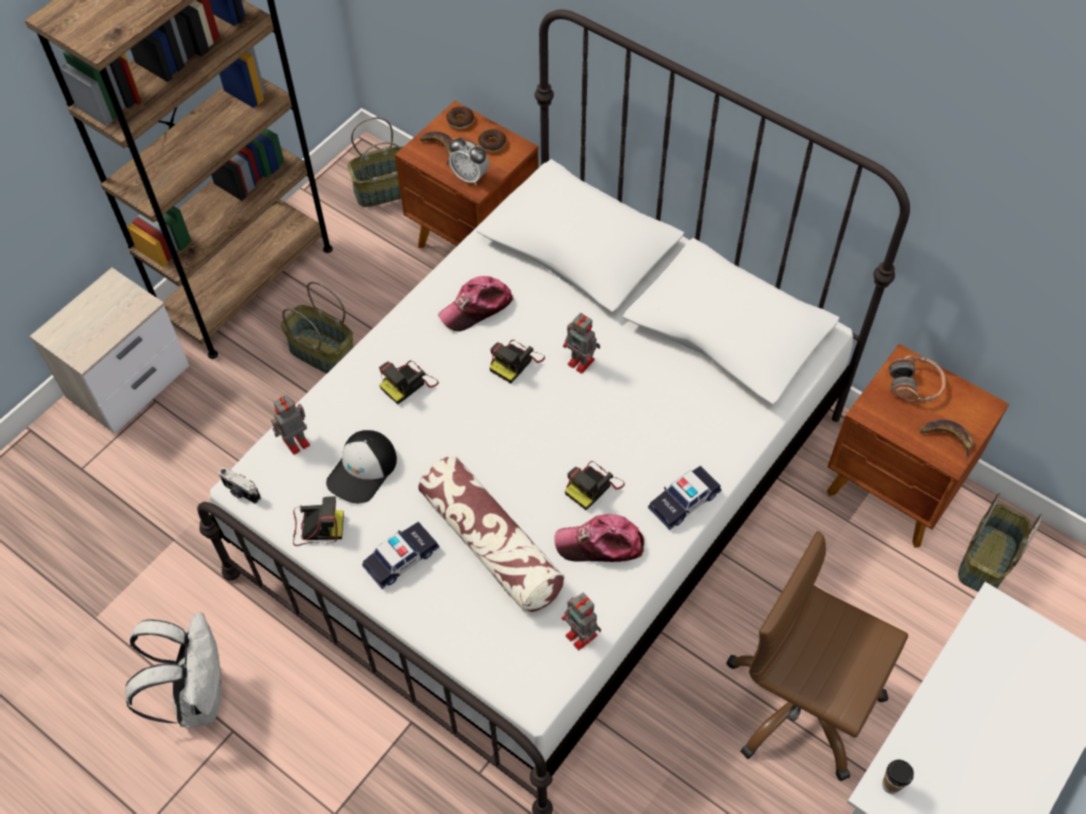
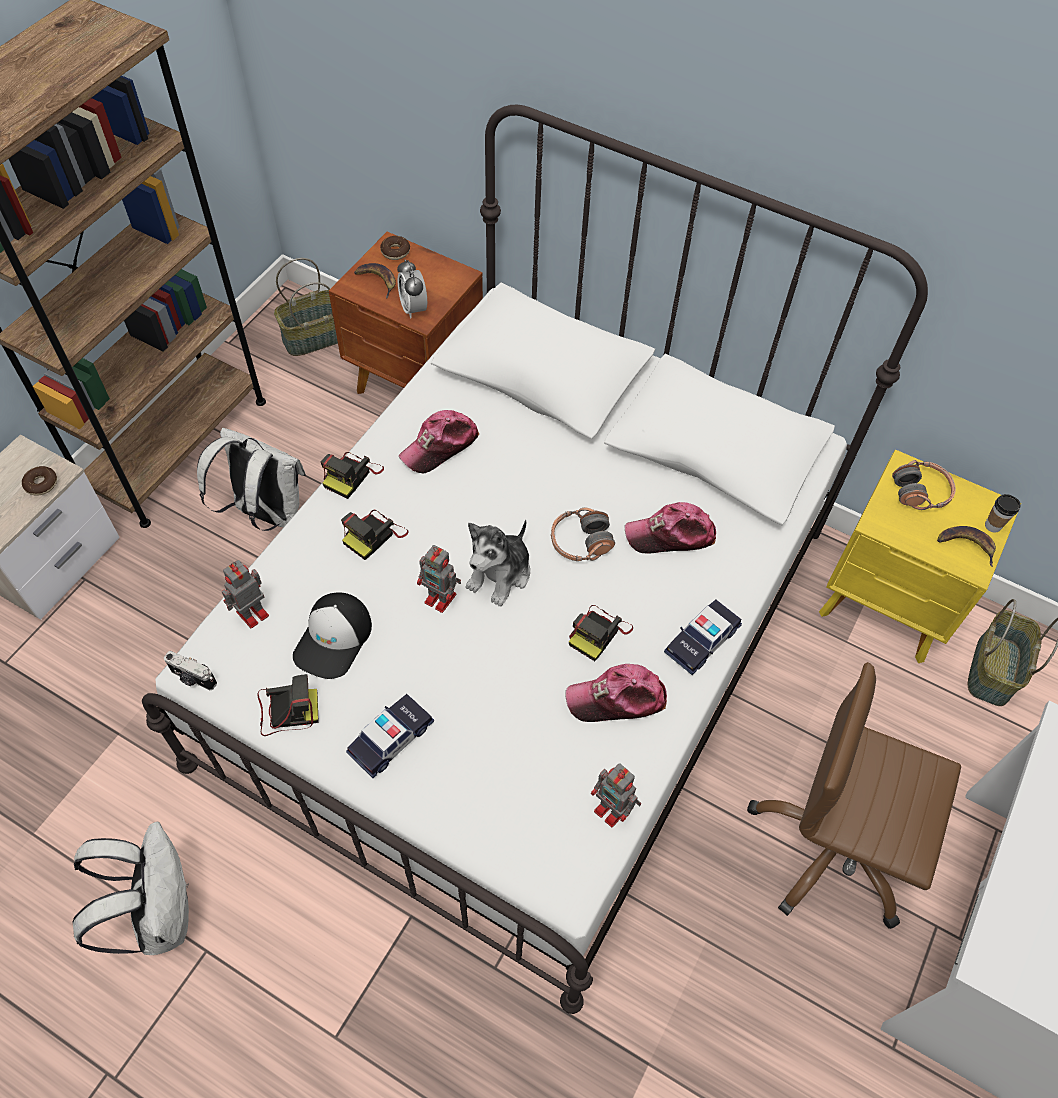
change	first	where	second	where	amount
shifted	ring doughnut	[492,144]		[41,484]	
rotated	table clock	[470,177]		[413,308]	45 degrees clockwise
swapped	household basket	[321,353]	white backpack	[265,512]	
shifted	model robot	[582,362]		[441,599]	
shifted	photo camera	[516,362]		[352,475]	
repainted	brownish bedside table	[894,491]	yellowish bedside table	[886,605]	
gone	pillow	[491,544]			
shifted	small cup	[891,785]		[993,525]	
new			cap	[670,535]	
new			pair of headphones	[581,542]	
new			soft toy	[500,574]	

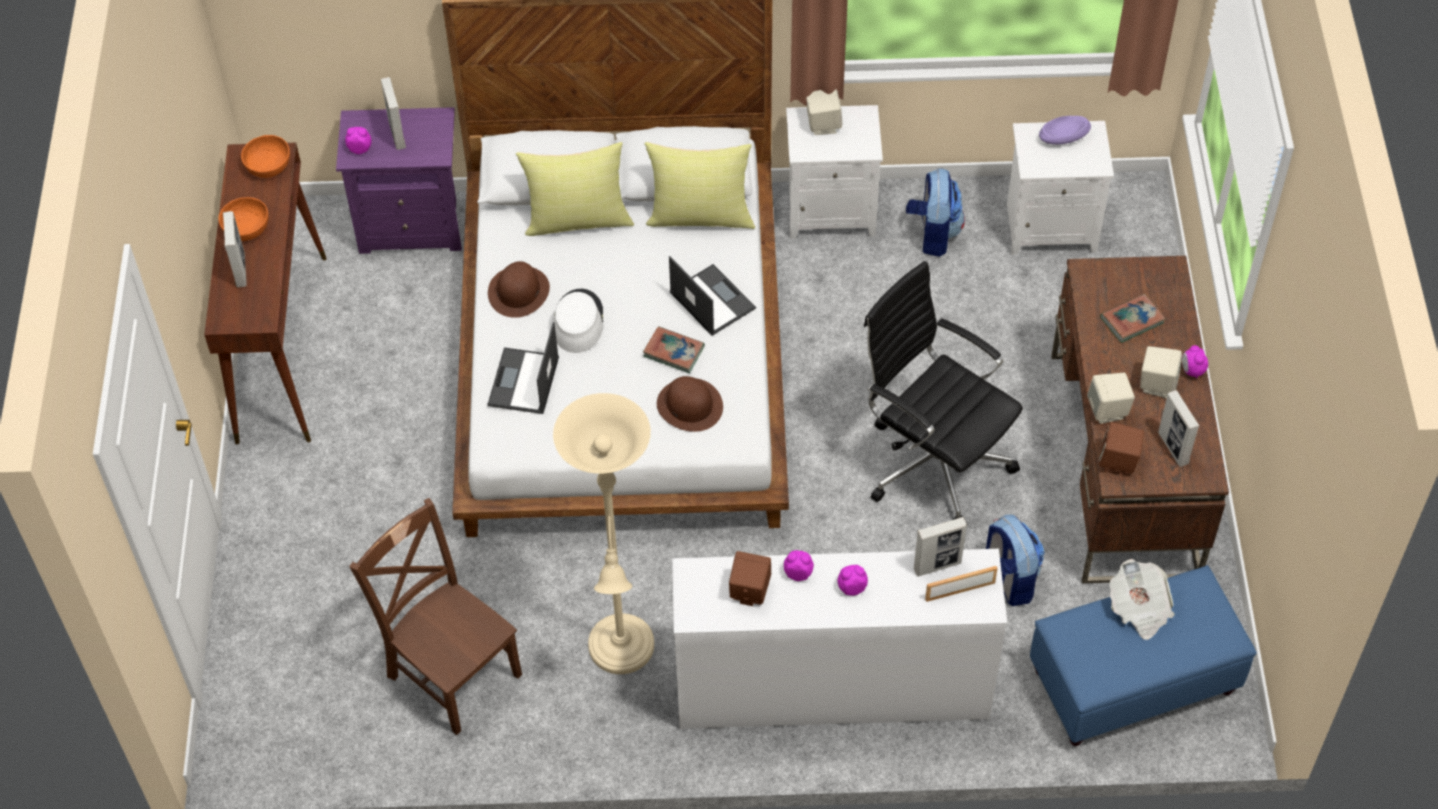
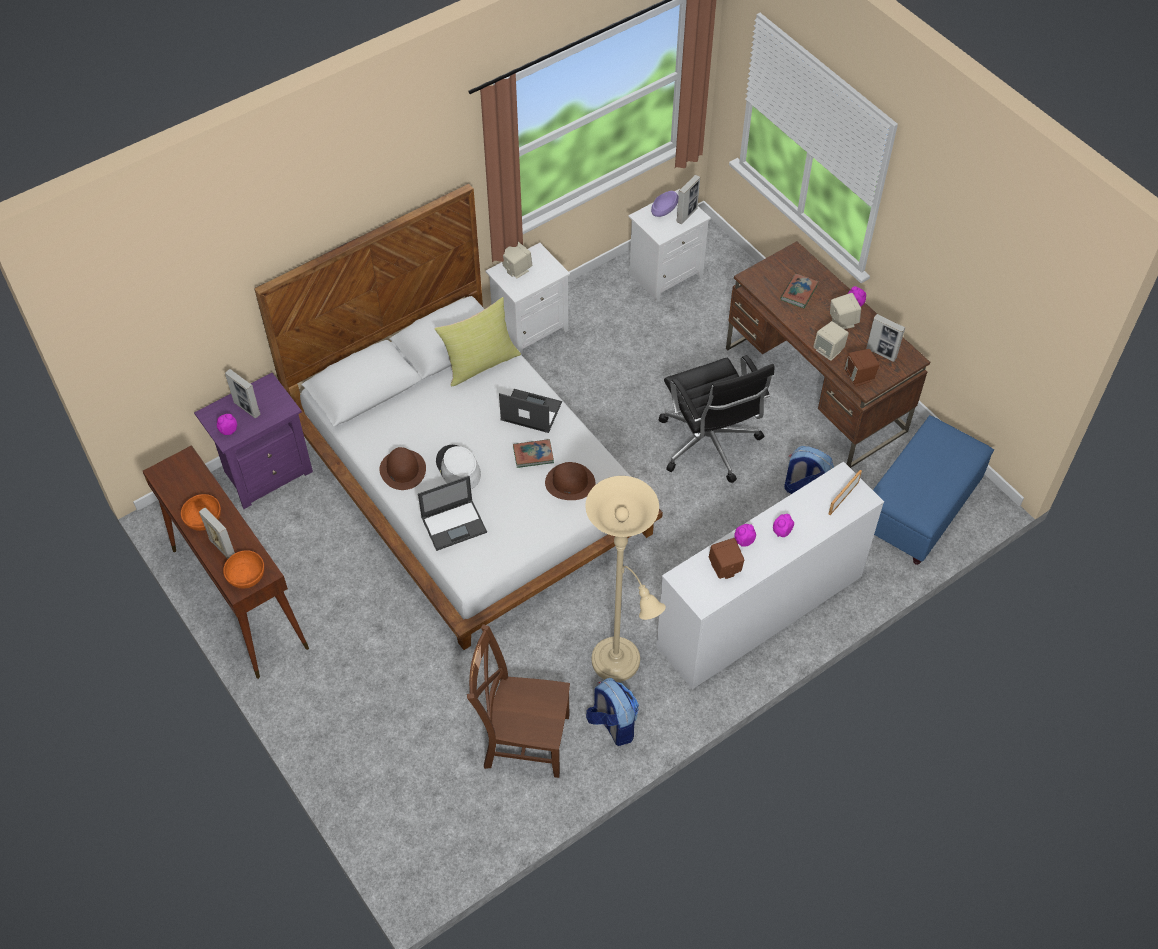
change	first	where	second	where	amount
shifted	orange-coloured deep dish	[268,166]		[246,576]	
gone	yellowish pillow	[578,219]			
shifted	backpack	[933,233]		[612,724]	
rotated	blackish computer chair	[933,461]		[709,445]	120 degrees counterclockwise
rotated	laptop	[523,382]		[454,524]	90 degrees counterclockwise
shifted	photo frame	[937,566]		[687,215]	
gone	printed paper	[1139,609]			

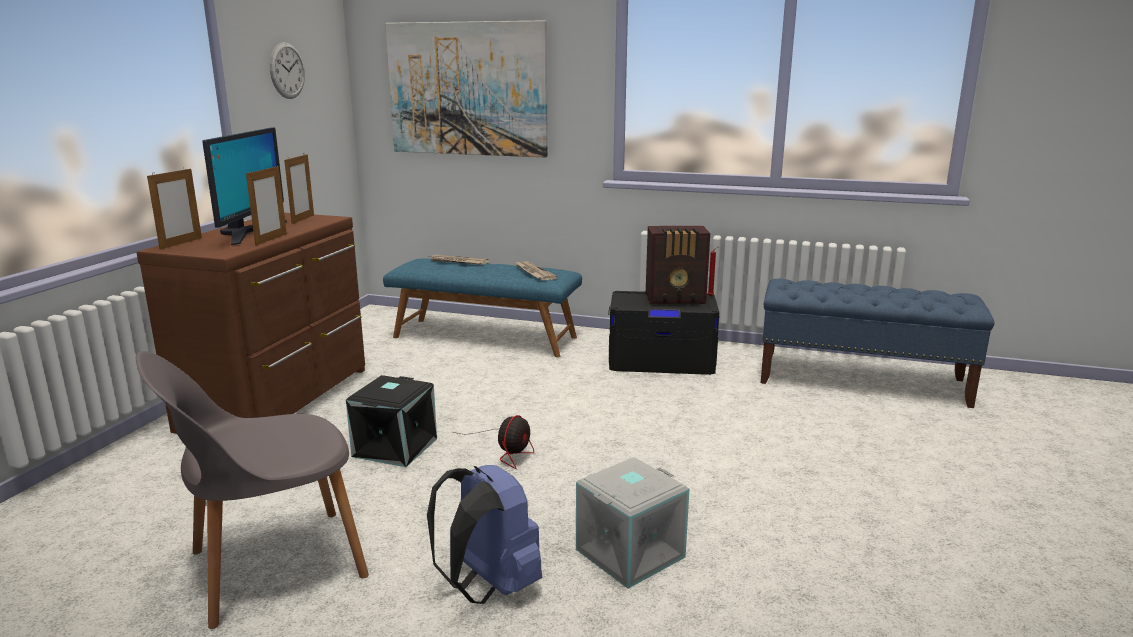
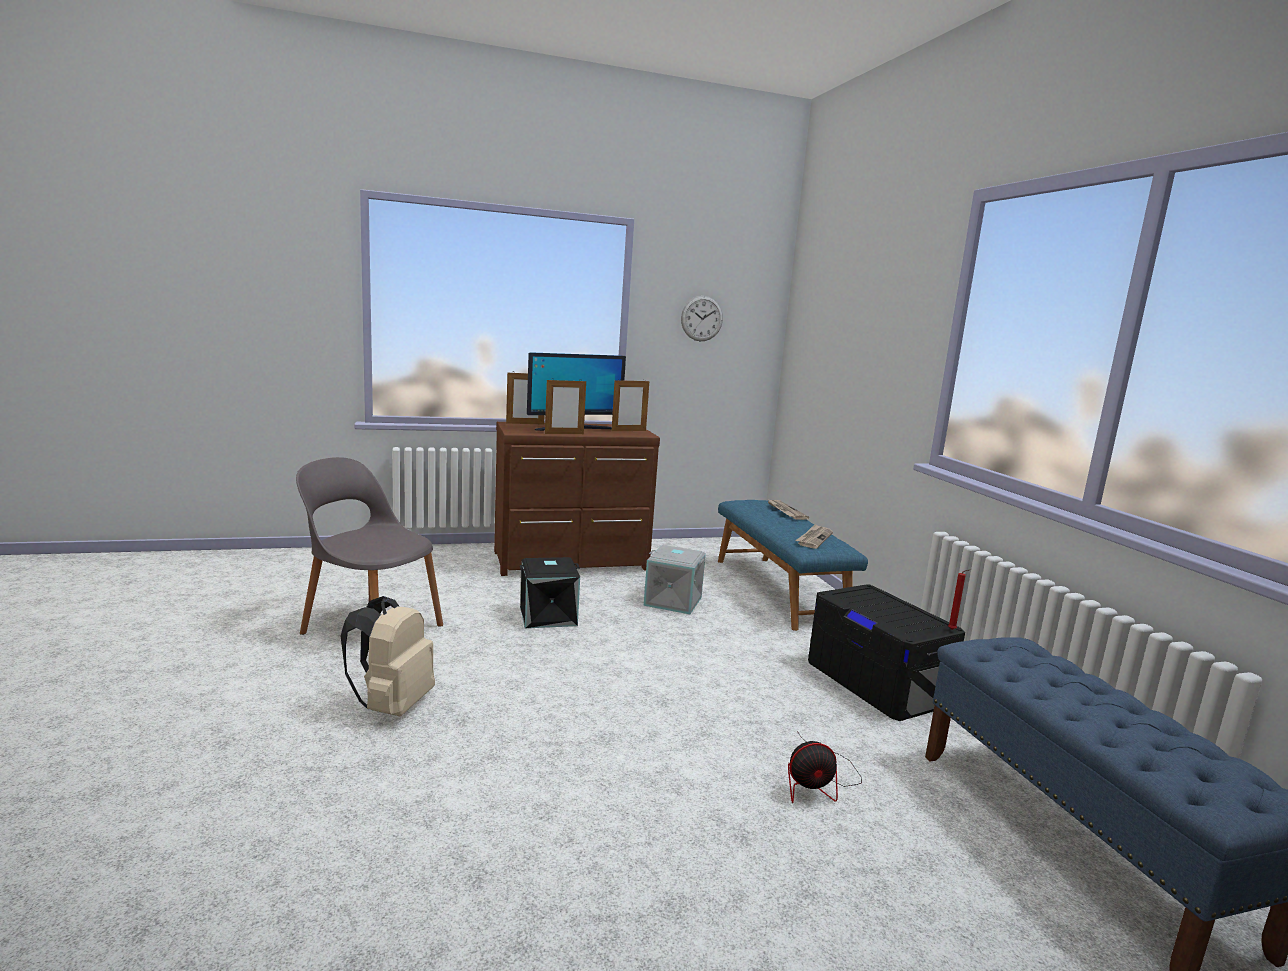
change	first	where	second	where	amount
gone	wall picture	[467,89]			
gone	radio receiver	[676,299]			
shifted	fan	[508,450]		[818,782]	
shifted	gray storage bin	[629,552]		[673,601]	
repainted	blue-coloured backpack	[489,586]	beige-coloured backpack	[392,705]	

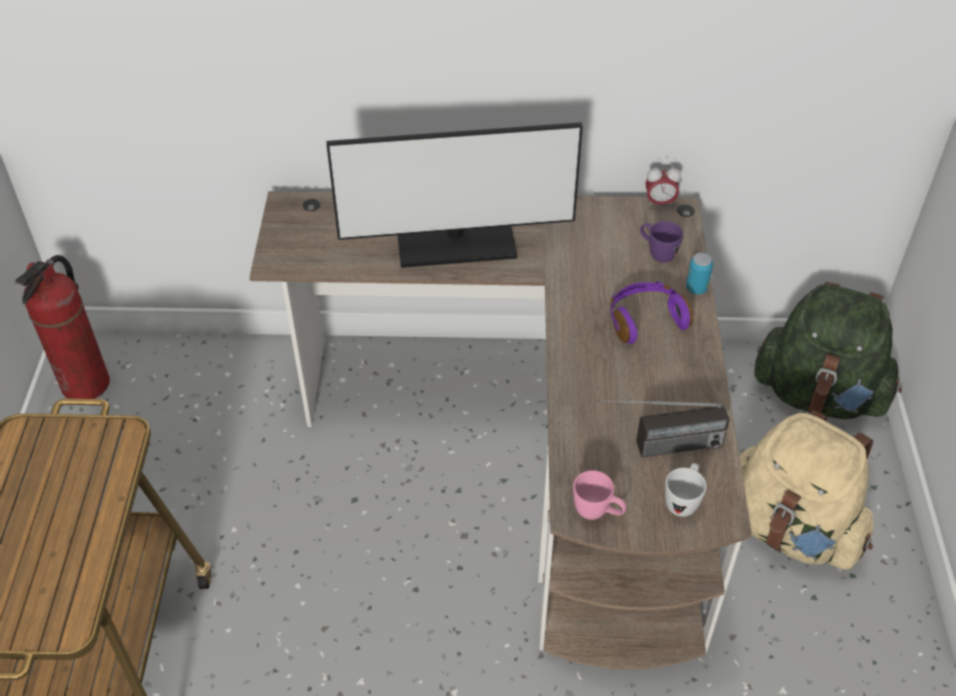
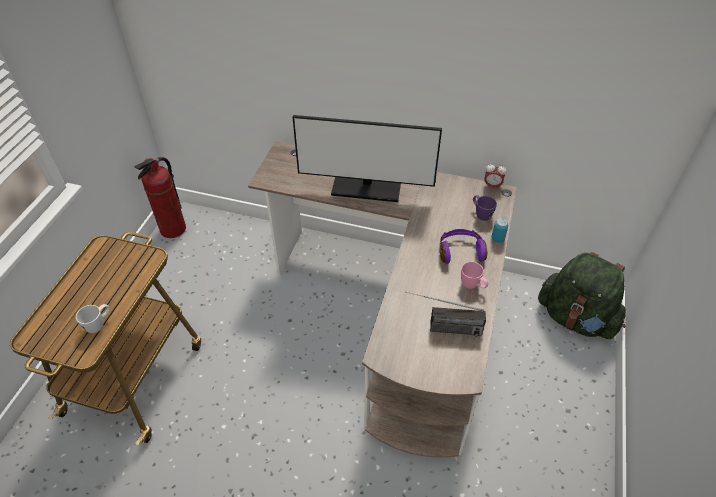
change	first	where	second	where	amount
gone	beige-coloured backpack	[790,528]			
shifted	white mug	[683,501]		[99,324]	
shifted	pinkish mug	[597,513]		[472,286]	

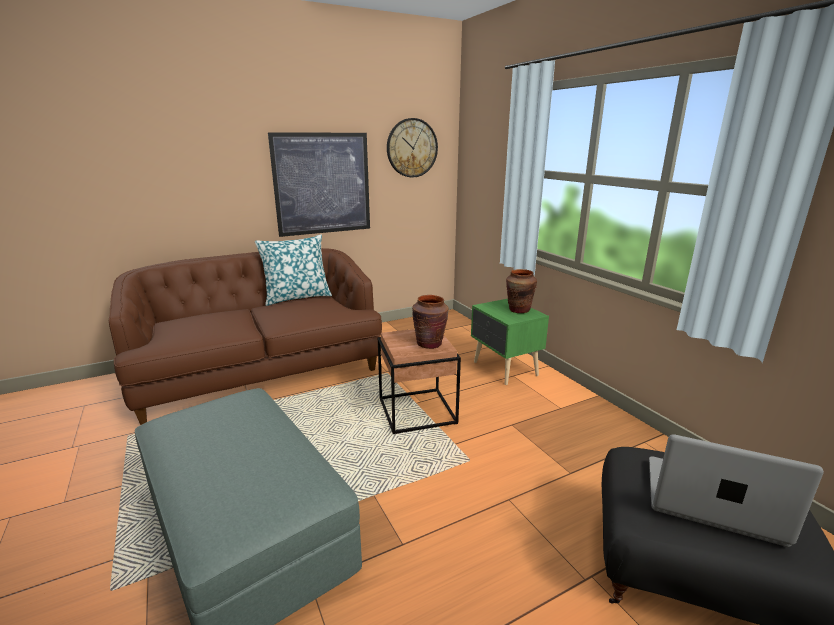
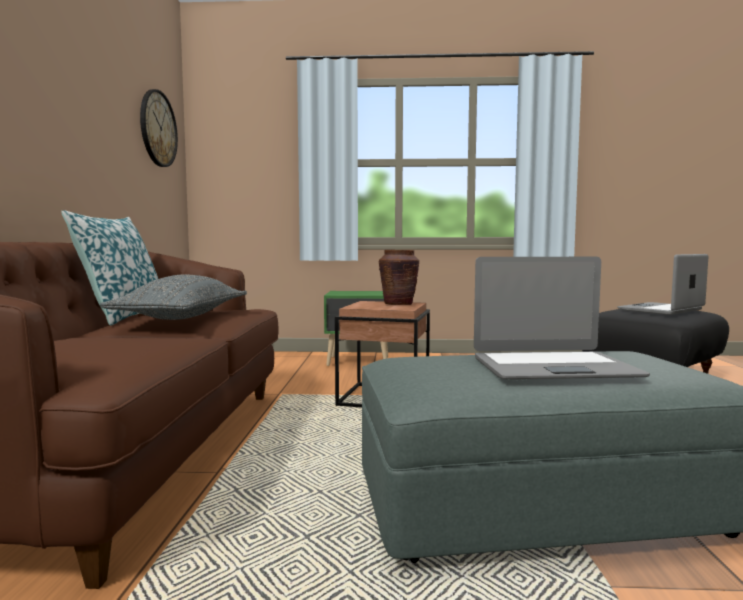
change	first	where	second	where	amount
gone	wall picture	[322,184]			
gone	brownish flower vase	[519,310]			
new			laptop	[553,368]	
new			gray pillow	[183,317]	

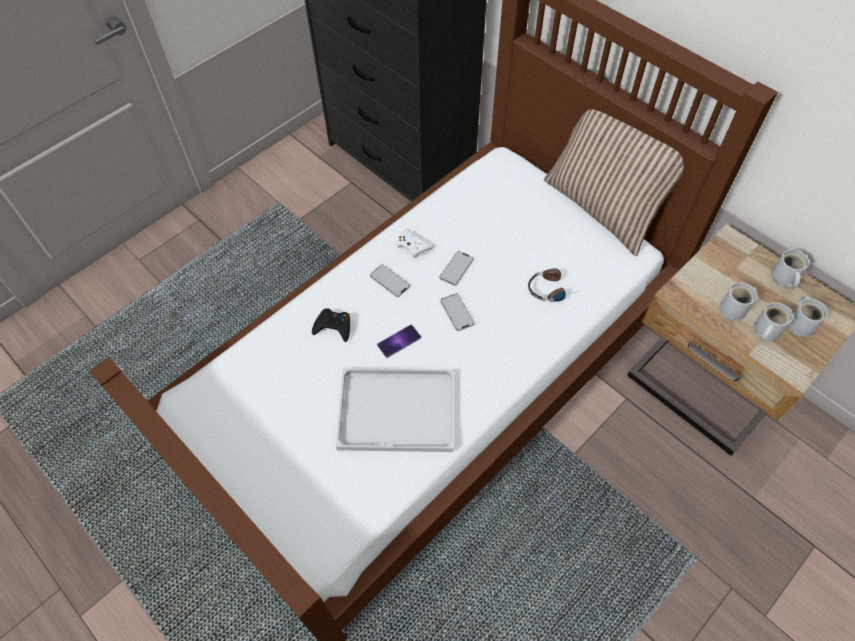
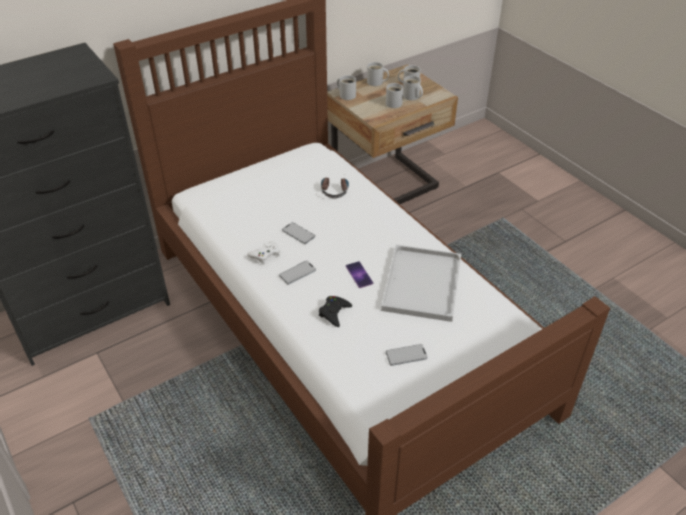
change	first	where	second	where	amount
gone	pillow	[604,206]			
shifted	handset	[457,312]		[406,355]	
new			white mug	[346,95]	

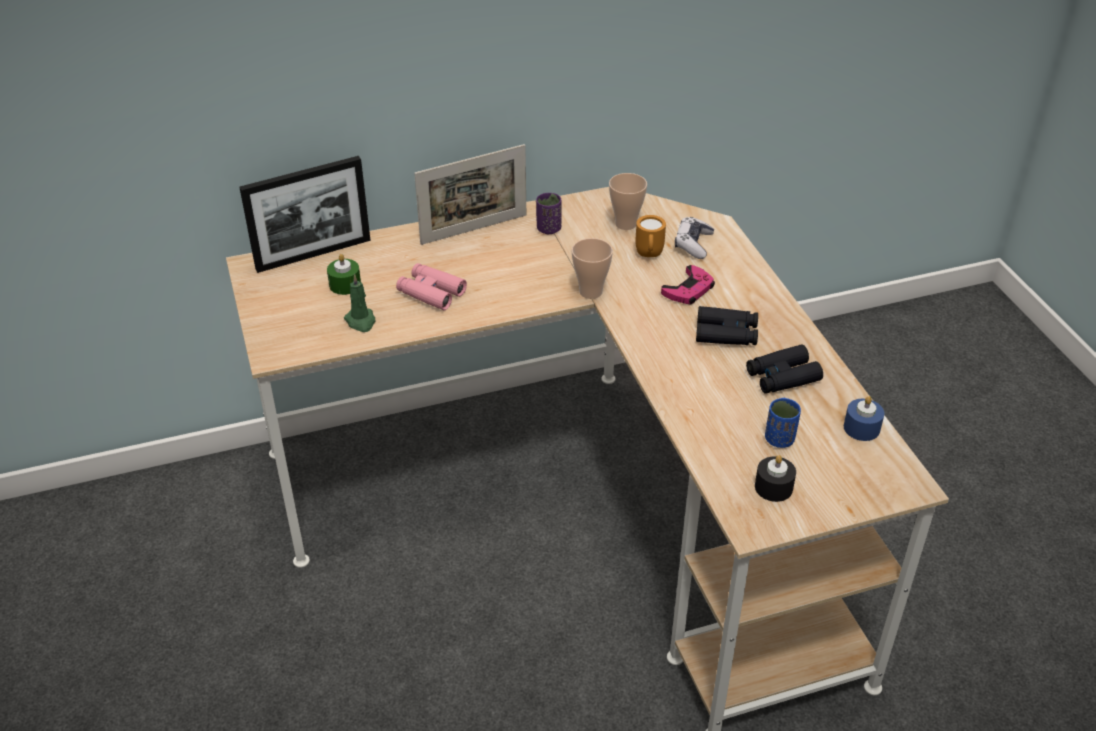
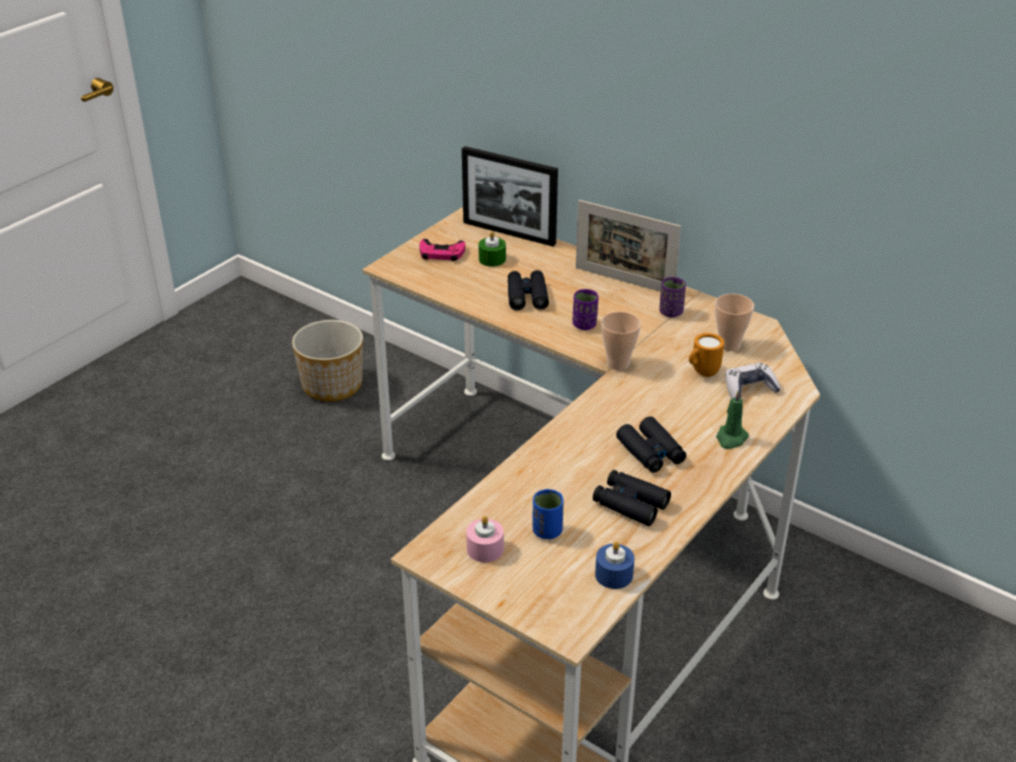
change	first	where	second	where	amount
repainted	pinkish pair of binoculars	[431,292]	blackish pair of binoculars	[527,296]	
shifted	pinkish joypad	[688,290]		[441,254]	
shifted	green candle	[361,321]		[731,438]	
repainted	blackish candle	[773,487]	pinkish candle	[485,549]	
new			purple-coloured small cup	[584,325]	
new			flower pot	[333,385]	

